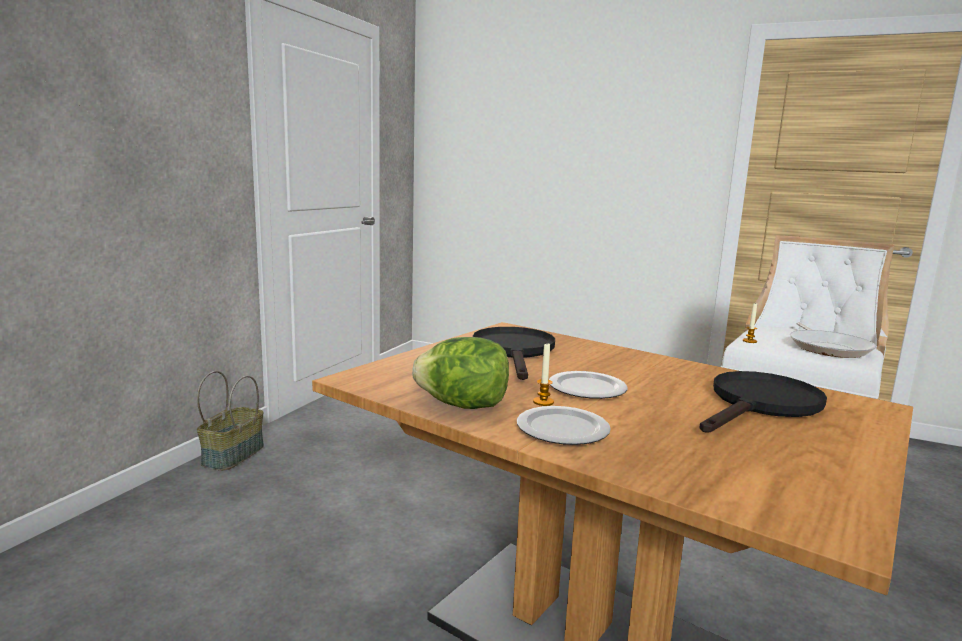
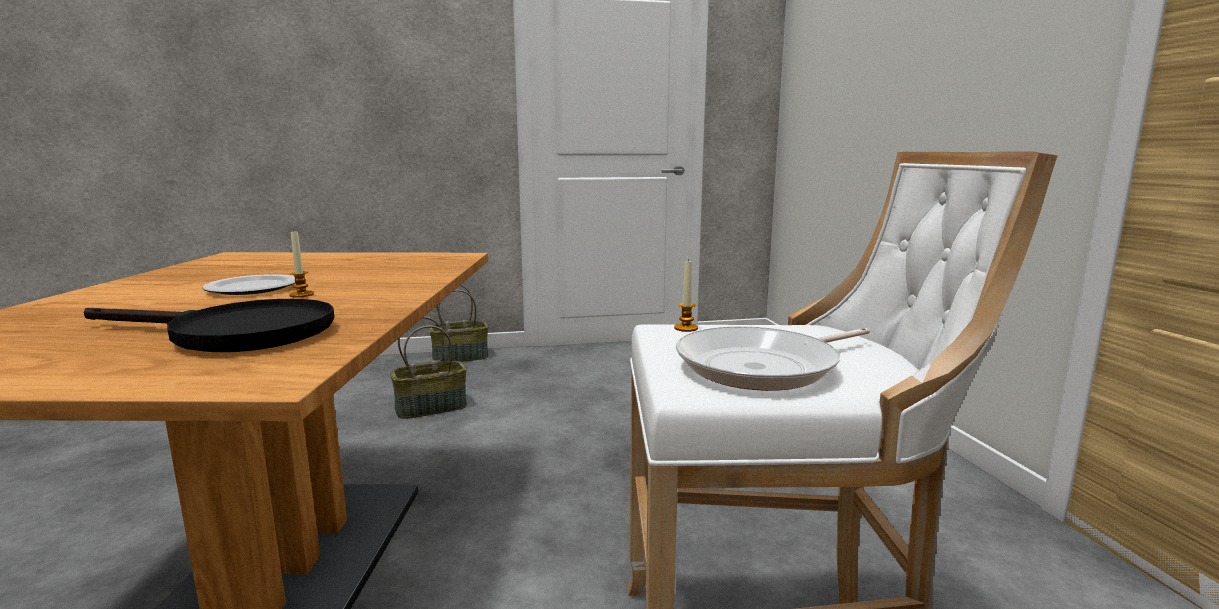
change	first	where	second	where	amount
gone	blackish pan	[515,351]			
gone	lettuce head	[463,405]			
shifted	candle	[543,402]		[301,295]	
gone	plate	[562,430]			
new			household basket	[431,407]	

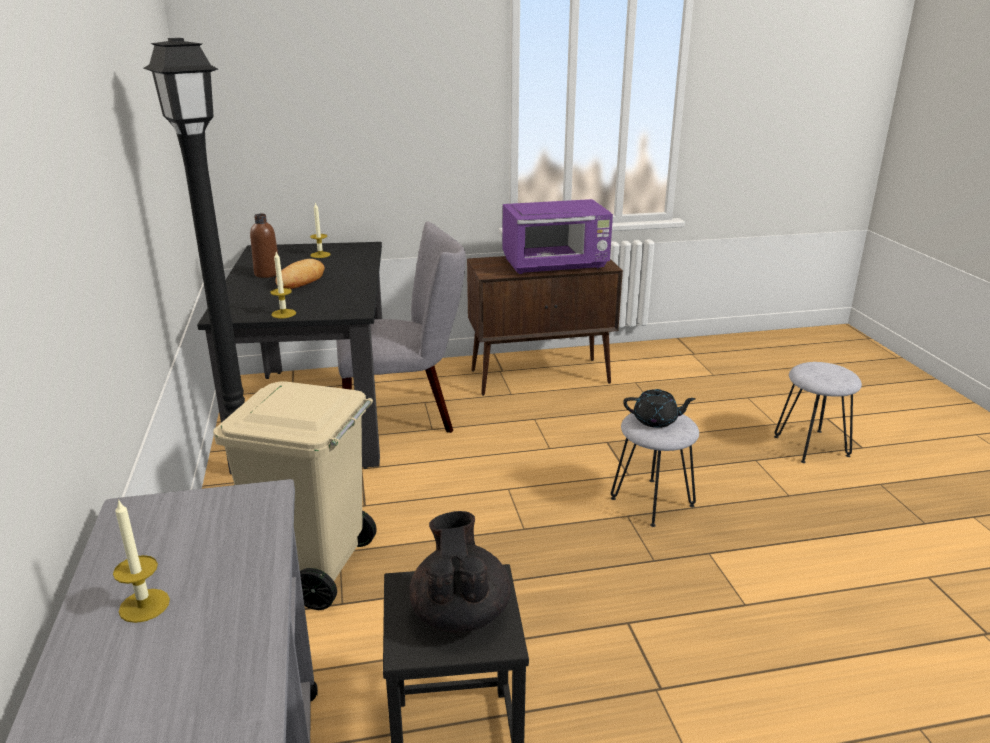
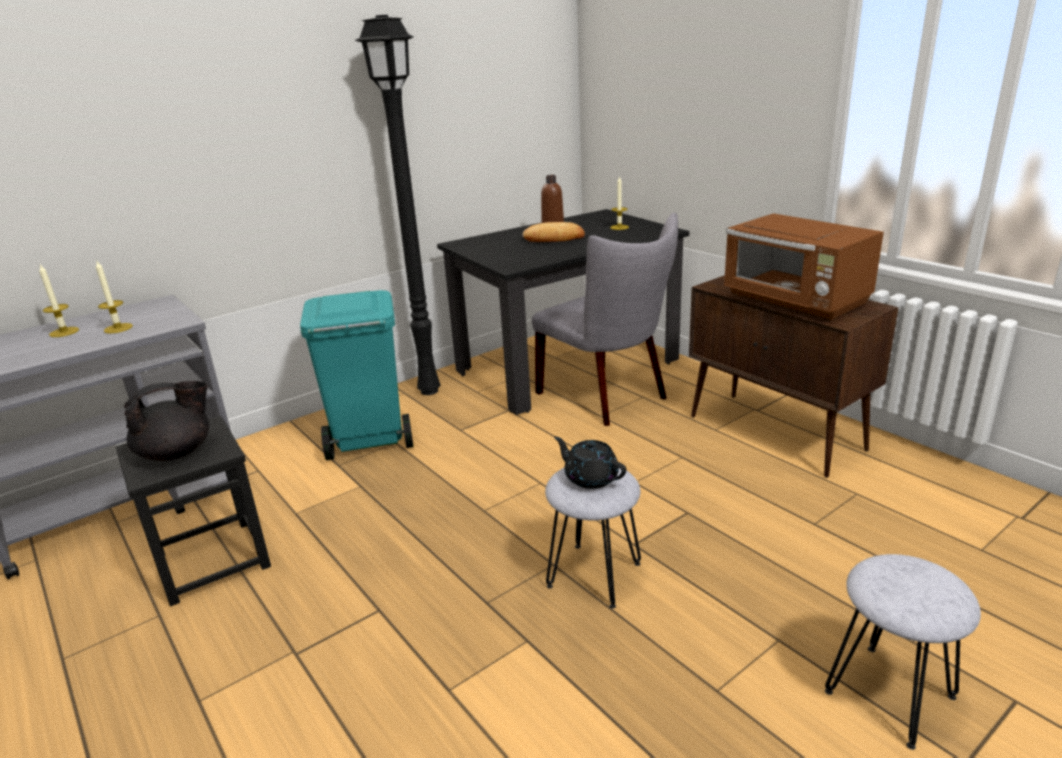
change	first	where	second	where	amount
repainted	purple-coloured microwave	[556,265]	brownish microwave	[796,301]	
shifted	candle	[283,314]		[118,328]	
repainted	beige-coloured rubbish bin	[314,570]	blue-green rubbish bin	[369,441]	
rotated	blackish pot for tea	[656,420]		[590,478]	150 degrees clockwise

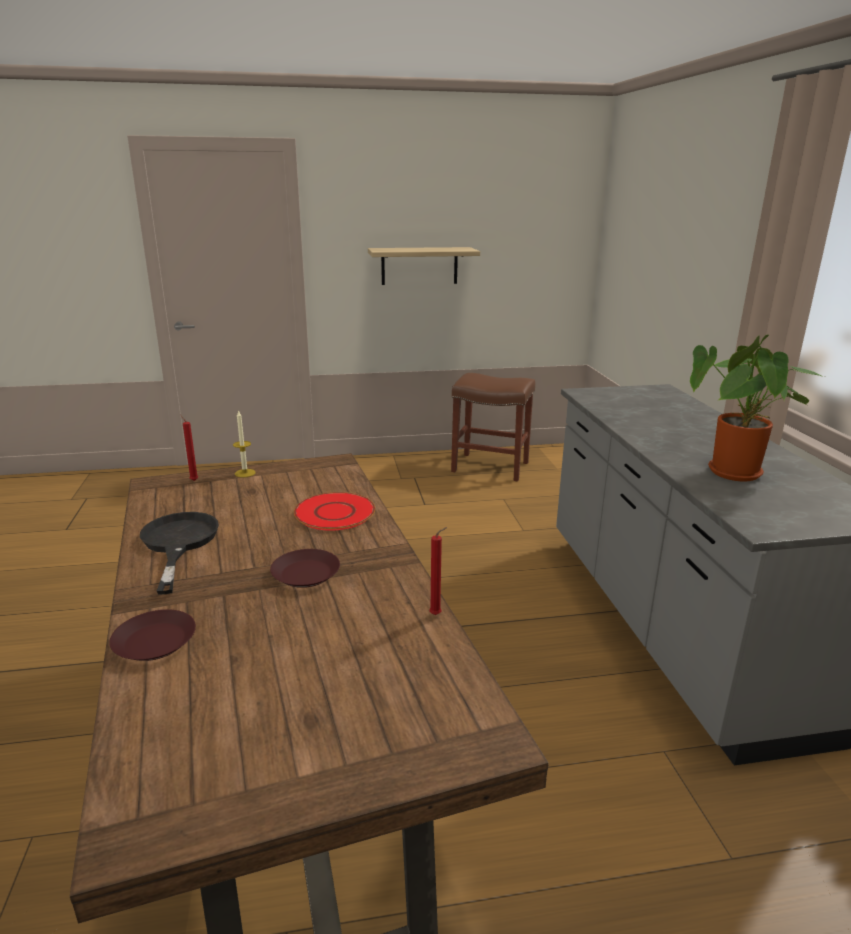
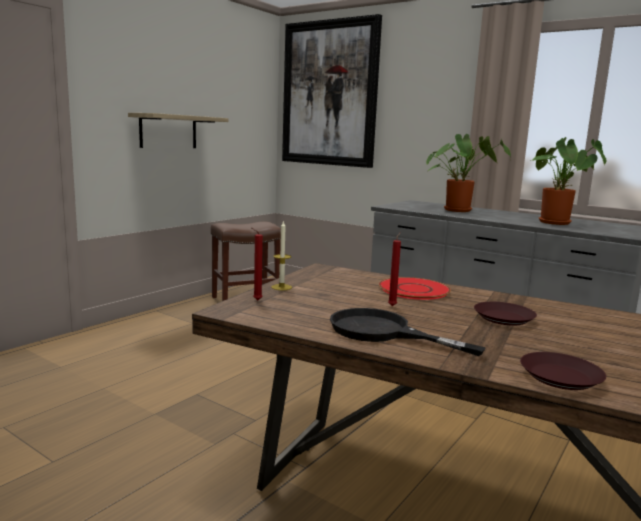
change	first	where	second	where	amount
shifted	red candle	[437,614]		[393,306]	
new			wall picture	[329,94]	
new			houseplant	[460,210]	

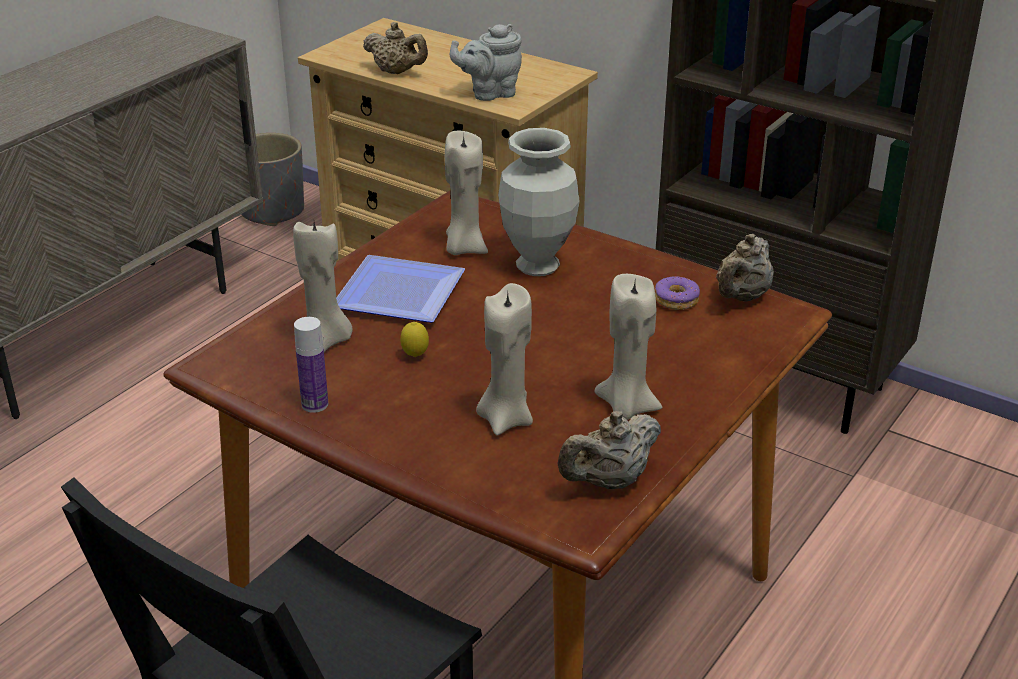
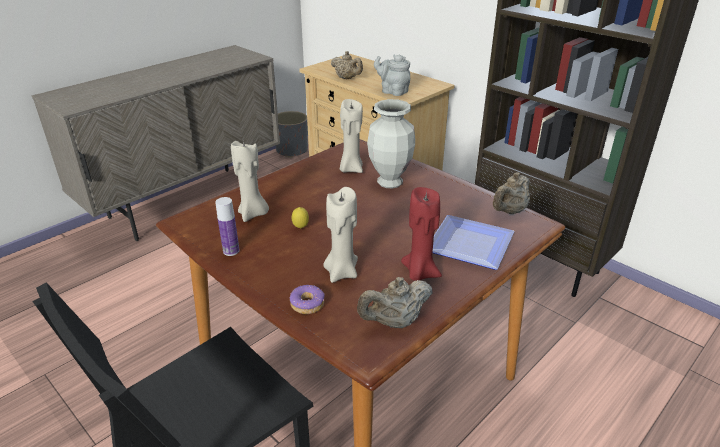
change	first	where	second	where	amount
rotated	gray pot for tea	[490,93]		[392,91]	45 degrees clockwise
shifted	plate	[394,295]		[466,245]	
repainted	beige-coloured candle	[626,407]	red candle	[419,273]	
shifted	ring doughnut	[677,300]		[308,304]	

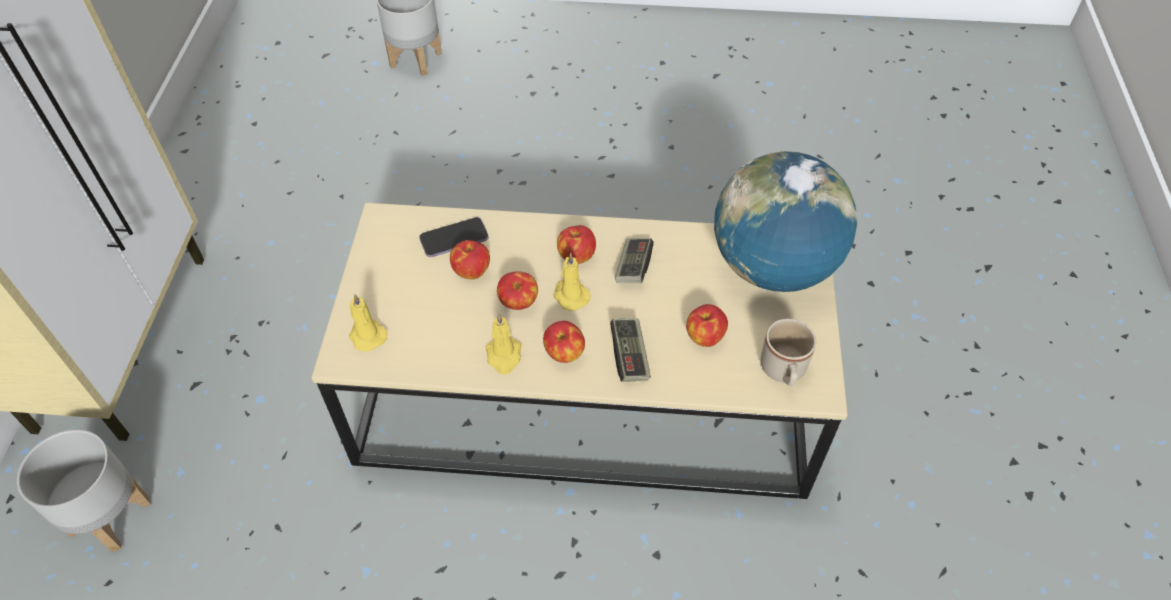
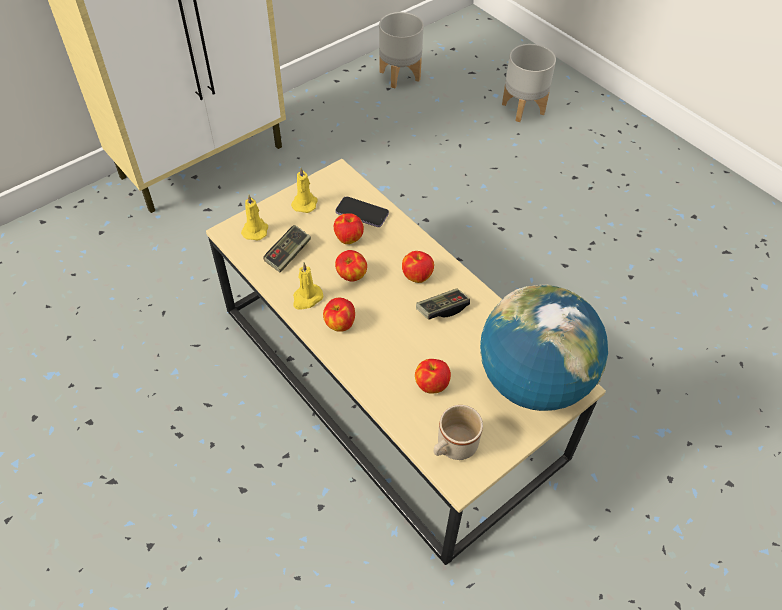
change	first	where	second	where	amount
shifted	yellowish candle	[570,295]		[305,203]	
shifted	joypad	[629,356]		[288,254]	
shifted	gray flower pot	[111,515]		[400,75]	

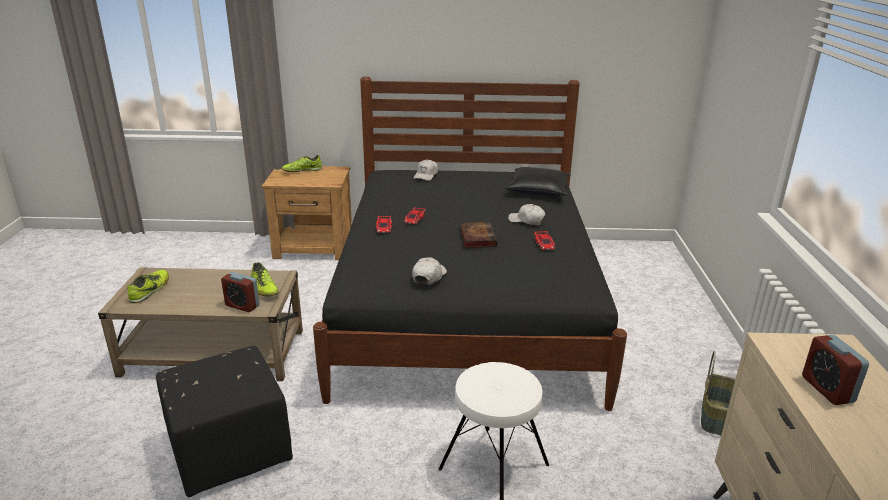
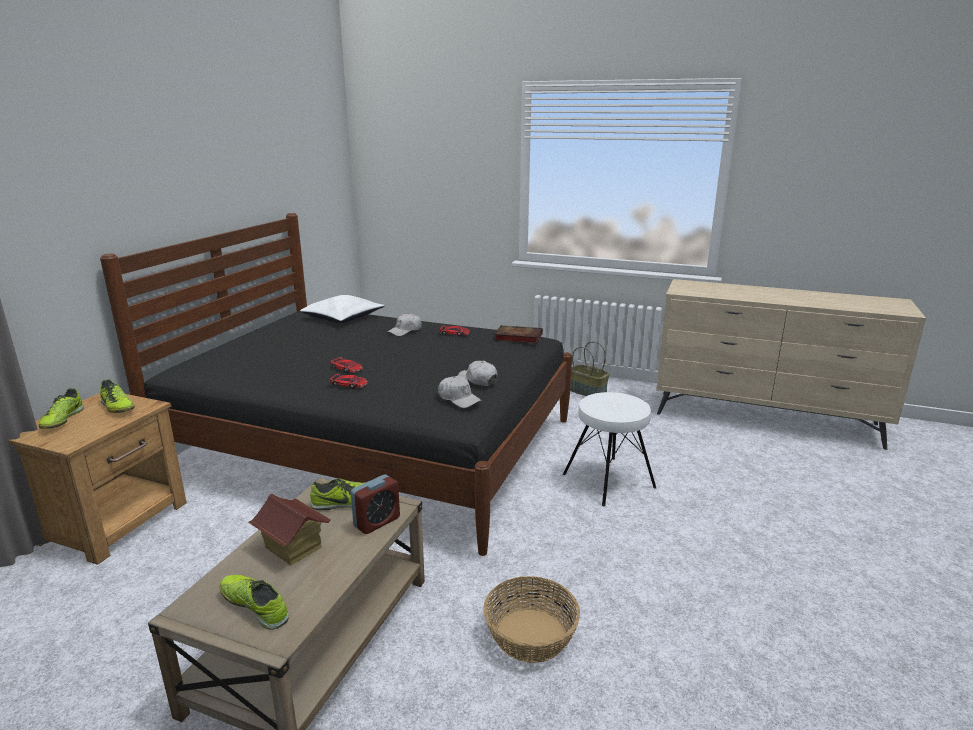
change	first	where	second	where	amount
shifted	white cap	[426,175]		[459,399]	
repainted	blackish pillow	[538,190]	white pillow	[343,317]	
shifted	book	[477,237]		[517,337]	
gone	table clock	[827,389]			
swapped	blackish pouffe	[231,449]	household basket	[529,635]	
new			shoe	[117,407]	
new			miniature house	[292,548]	

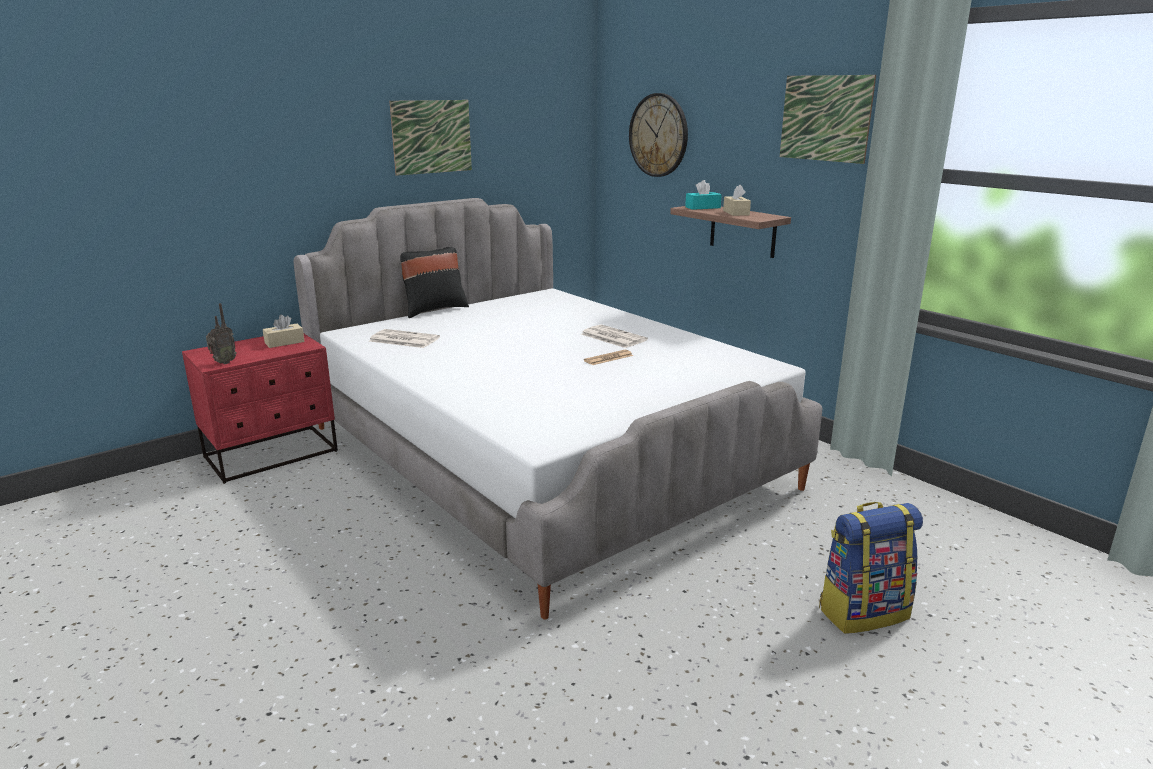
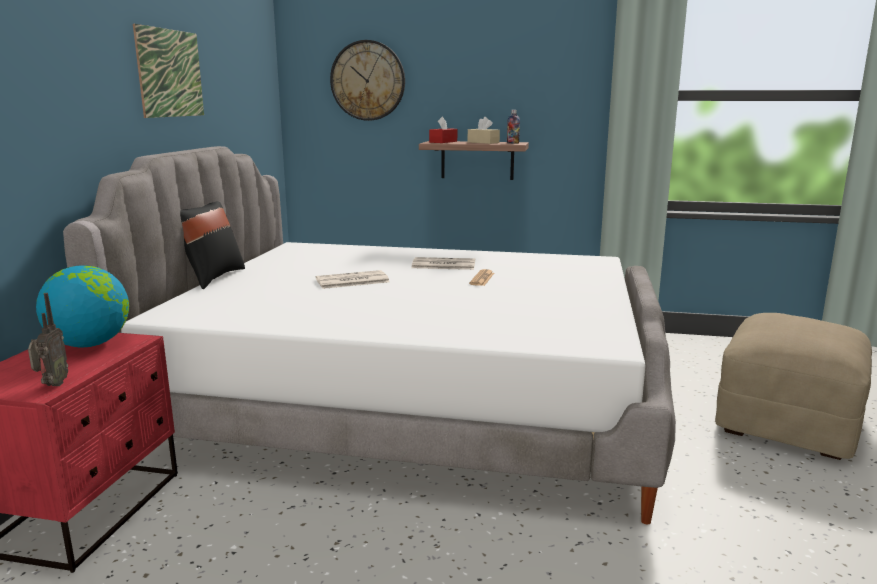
change	first	where	second	where	amount
gone	wall picture	[825,118]			
repainted	blue-green tissue box	[702,207]	red tissue box	[443,142]	
swapped	beige-coloured tissue box	[284,342]	desk globe	[90,344]	
shifted	printed paper	[403,339]		[351,281]	
swapped	backpack	[863,612]	beige-coloured pouffe	[786,419]	
new			drink bottle	[512,143]	

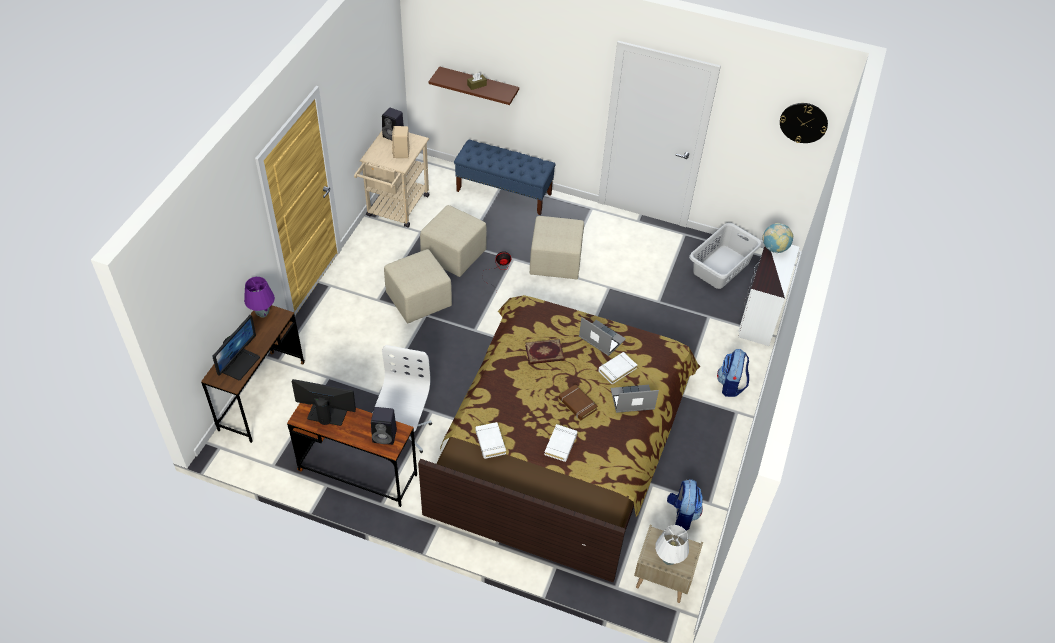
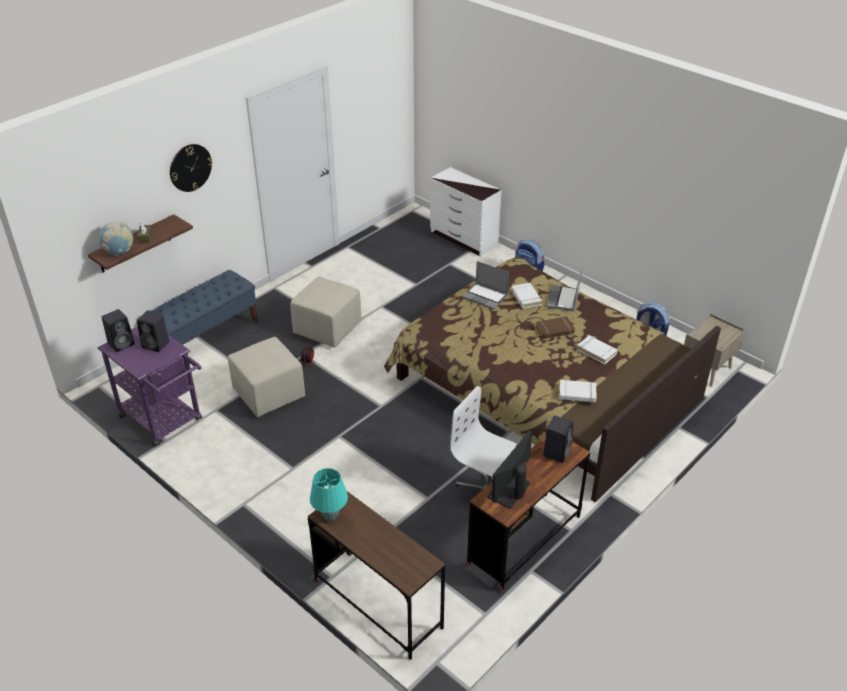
change	first	where	second	where	amount
shifted	clock on the wall	[803,122]		[190,167]	
repainted	beige-coloured speaker	[401,153]	blackish speaker	[156,344]	
repainted	beige-coloured cart	[395,209]	purple-coloured cart	[165,421]	
gone	gray hamper	[722,267]			
shifted	desk globe	[774,248]		[119,252]	
gone	beige-coloured pouffe	[418,301]			
repainted	purple-coloured tabletop lamp	[262,313]	blue-green tabletop lamp	[330,516]	
gone	computer screen	[240,364]			
rotated	laptop	[601,339]		[485,297]	120 degrees counterclockwise
gone	book	[544,353]			
gone	white tabletop lamp	[669,560]			

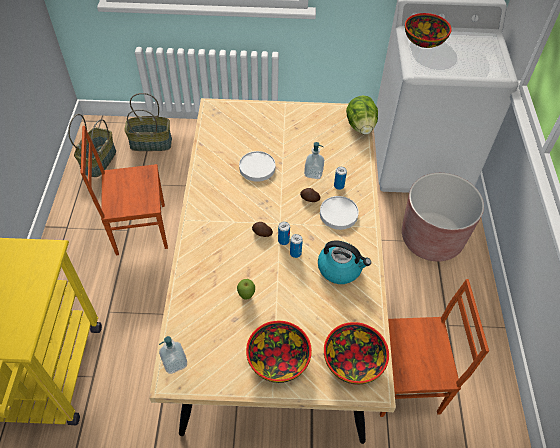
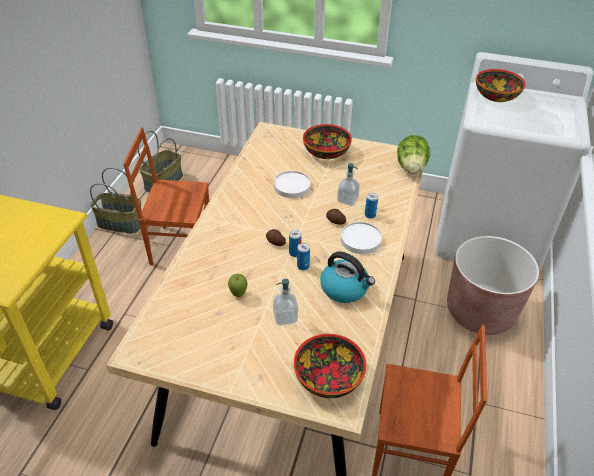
change	first	where	second	where	amount
shifted	household basket	[151,143]		[121,223]	
shifted	deep dish	[279,360]		[327,152]	
shifted	liquid soap bottle	[174,362]		[285,317]	

